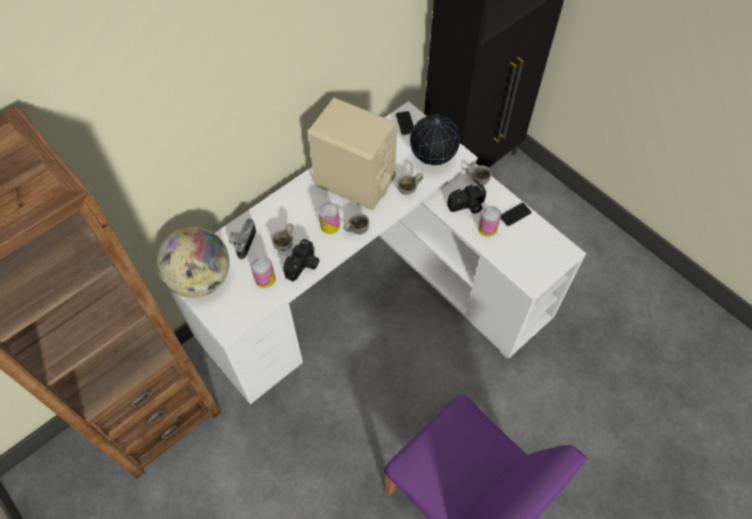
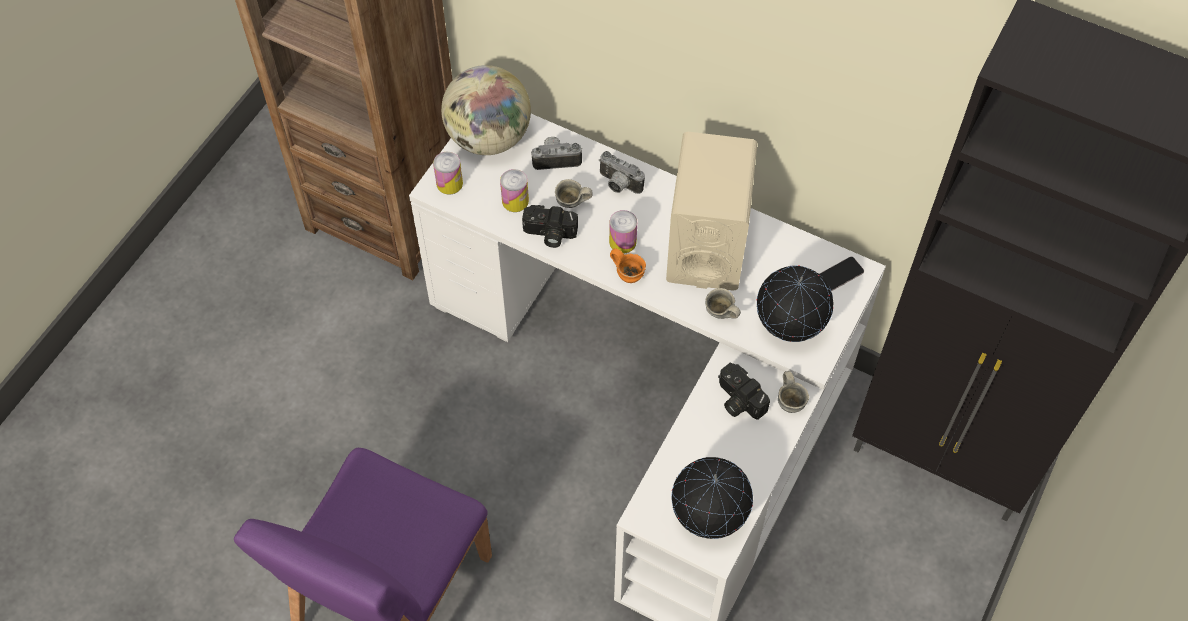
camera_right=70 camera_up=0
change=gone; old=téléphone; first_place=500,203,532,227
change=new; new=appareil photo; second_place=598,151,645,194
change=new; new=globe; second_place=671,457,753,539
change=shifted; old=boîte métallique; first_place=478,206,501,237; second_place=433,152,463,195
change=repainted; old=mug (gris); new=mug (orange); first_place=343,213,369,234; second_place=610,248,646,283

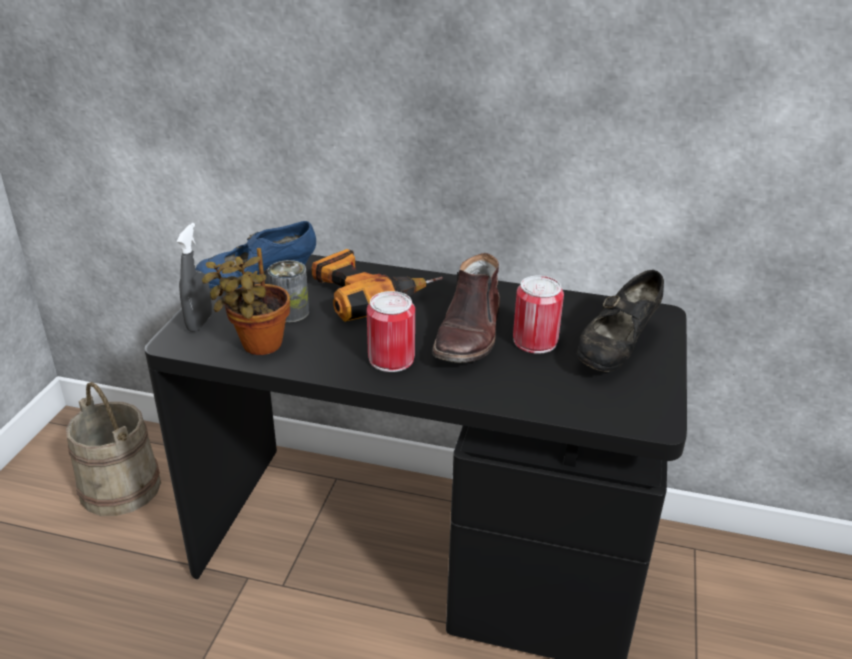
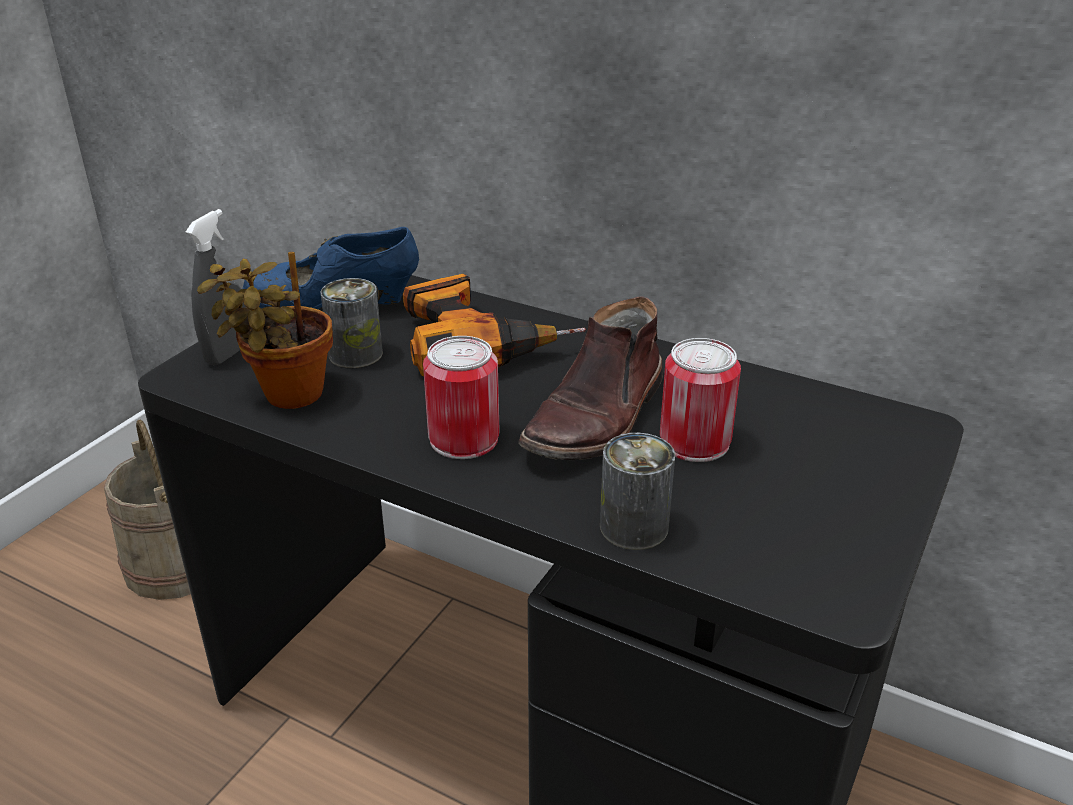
camera_right=15 camera_up=0
change=gone; old=chaussure (noir); first_place=577,270,664,372
change=new; new=boîte métallique; second_place=600,433,675,550

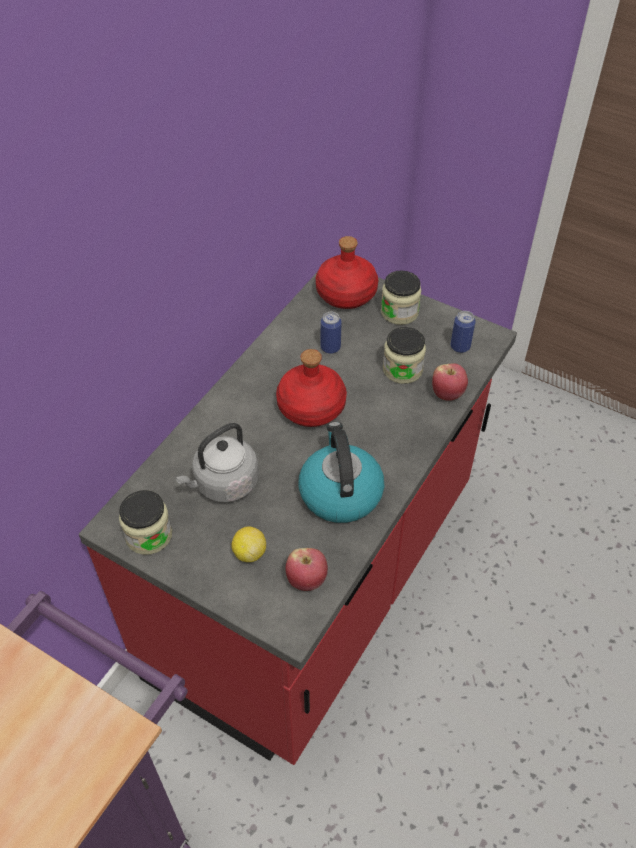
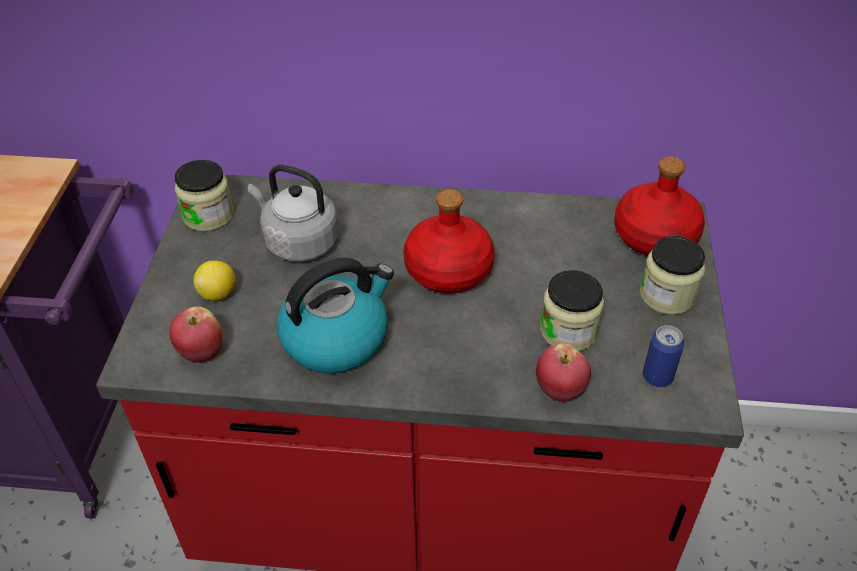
camera_right=65 camera_up=-5
change=gone; old=boîte métallique; first_place=321,312,342,354

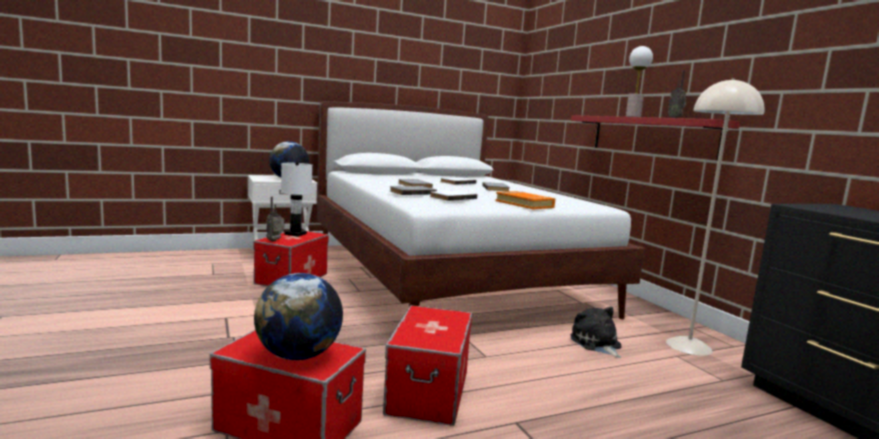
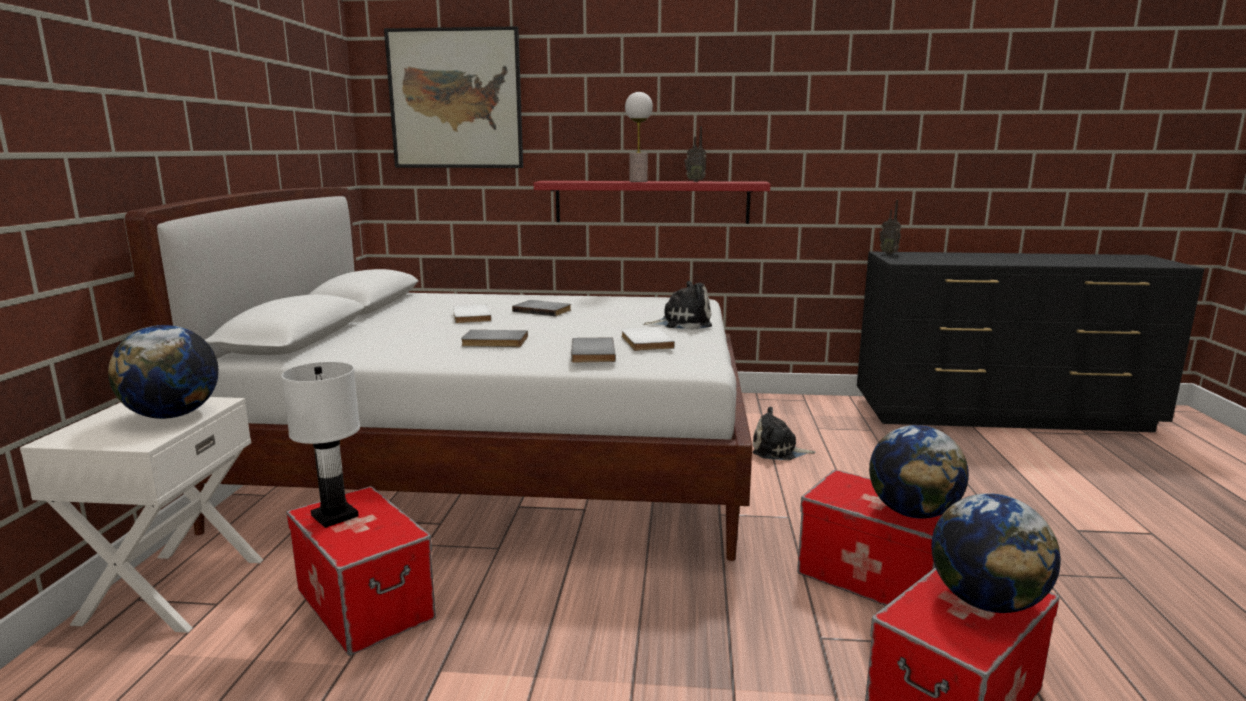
camera_right=-60 camera_up=5
change=gone; old=lampadaire (beige); first_place=666,78,764,356
change=new; new=tableau; second_place=384,26,523,168
change=new; new=globe; second_place=869,425,969,519
change=shifted; old=radio; first_place=266,197,284,242; second_place=879,200,901,255
change=swapped; old=livre (orange); new=peluche; first_place=496,191,555,210; second_place=643,281,712,330

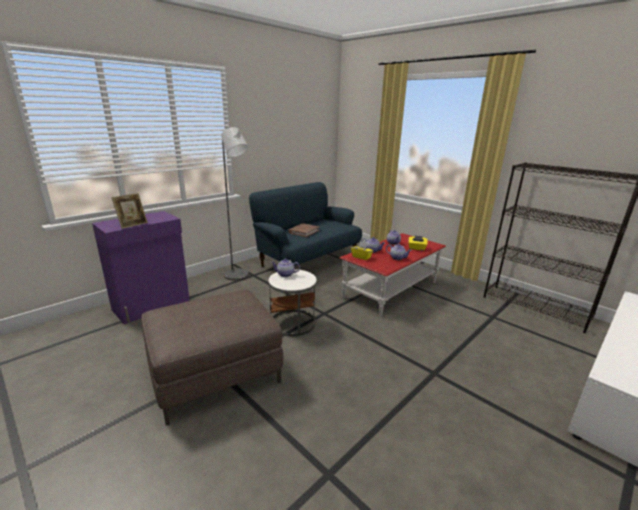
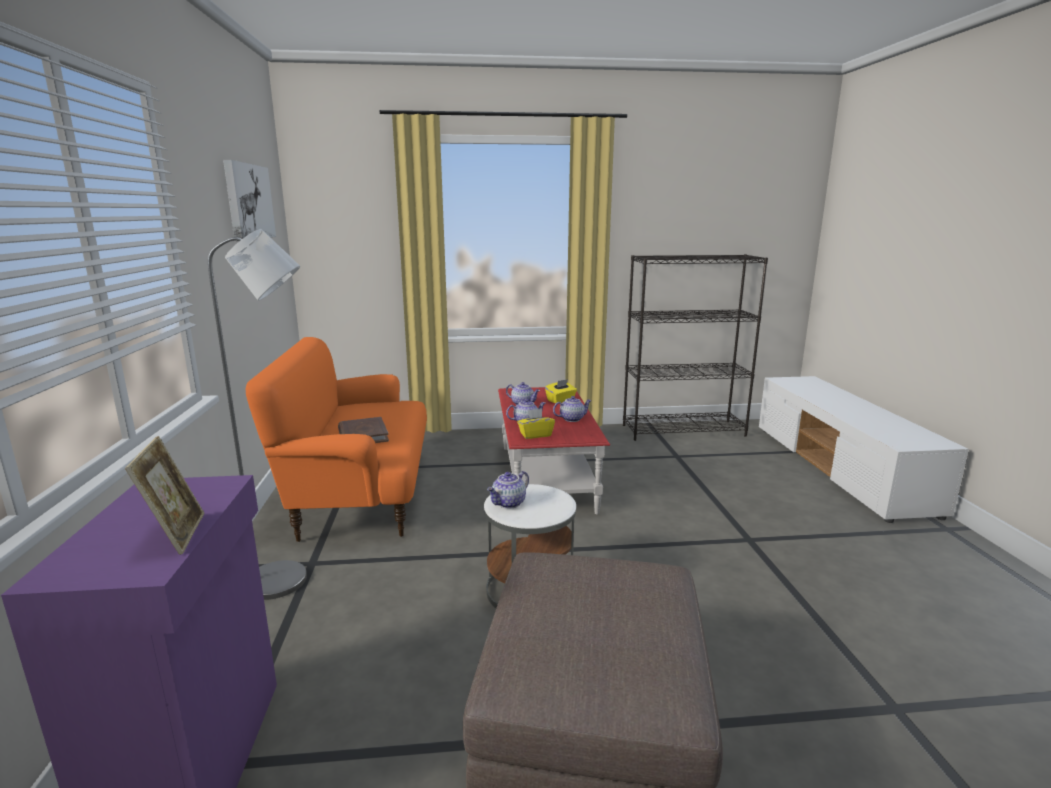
camera_right=-50 camera_up=-5
change=new; new=tableau; second_place=223,160,276,242
change=repainted; old=canapé (bleu); new=canapé (orange); first_place=249,182,362,267; second_place=246,337,427,542

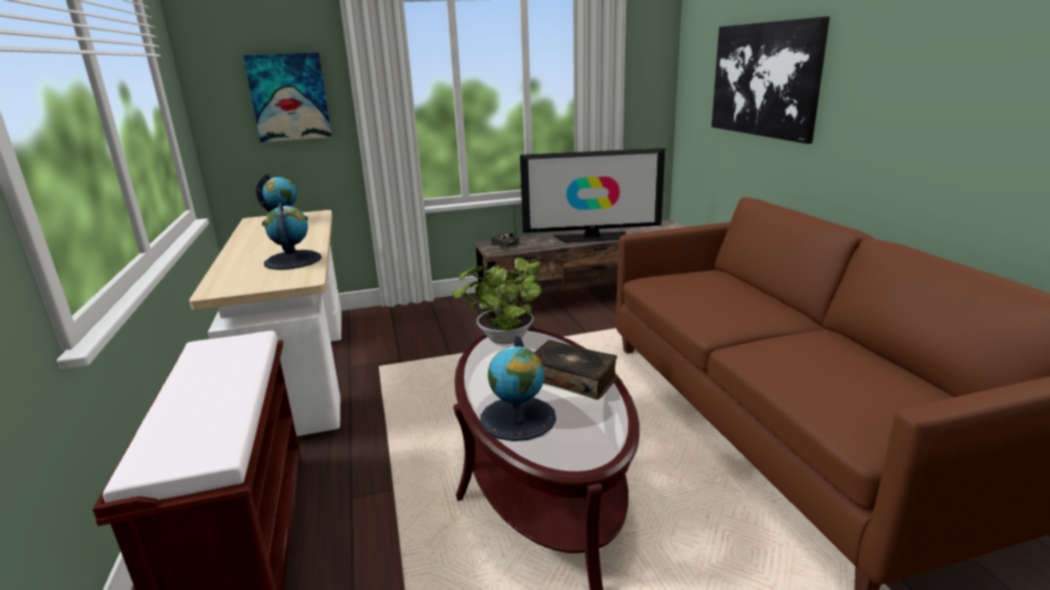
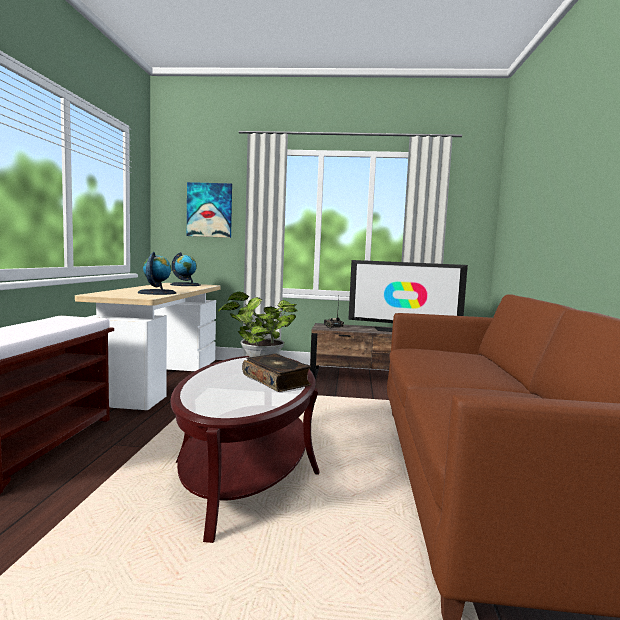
camera_right=20 camera_up=-15
change=gone; old=globe; first_place=480,336,556,441
change=gone; old=tableau; first_place=711,16,830,144

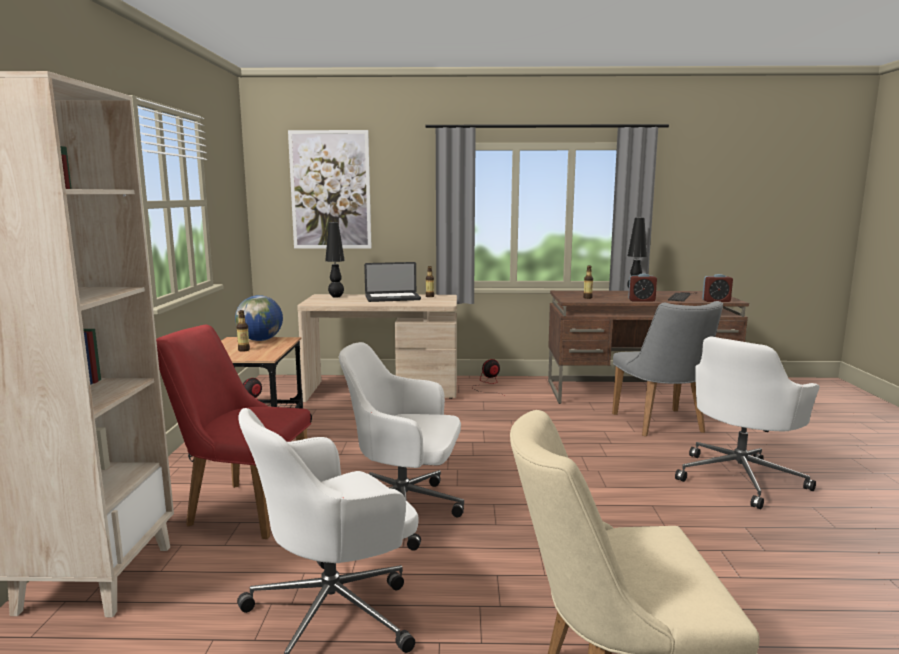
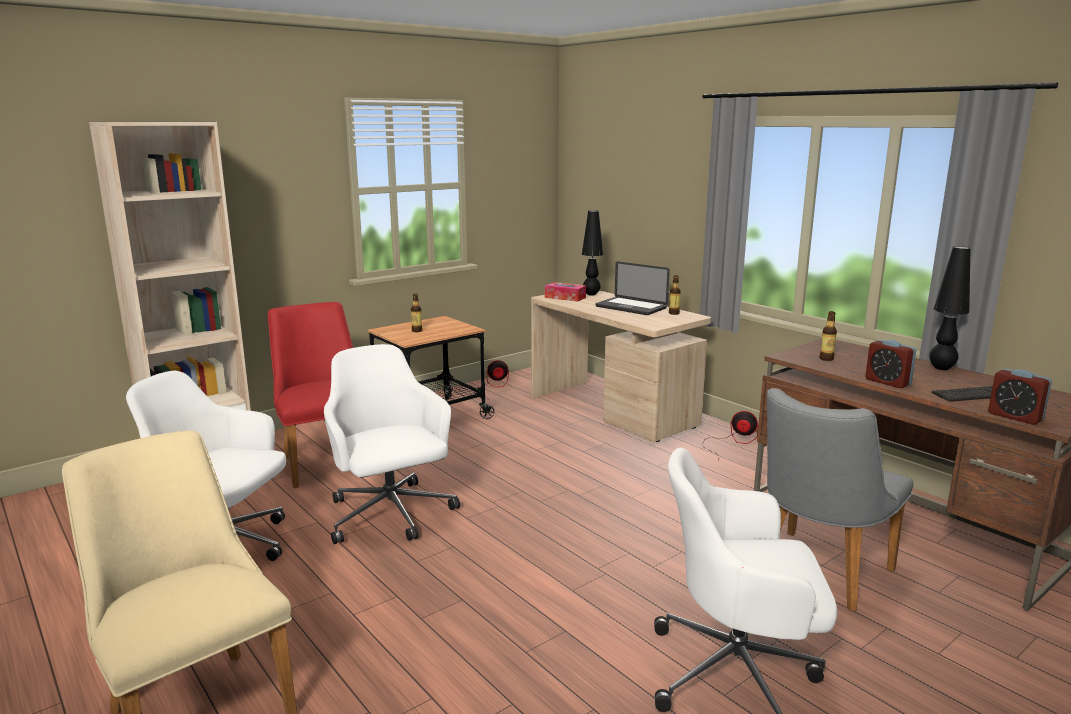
camera_right=50 camera_up=5
change=gone; old=globe; first_place=235,295,283,341
change=gone; old=tableau; first_place=288,130,372,249
change=new; new=boîte à mouchoirs; second_place=545,282,586,302

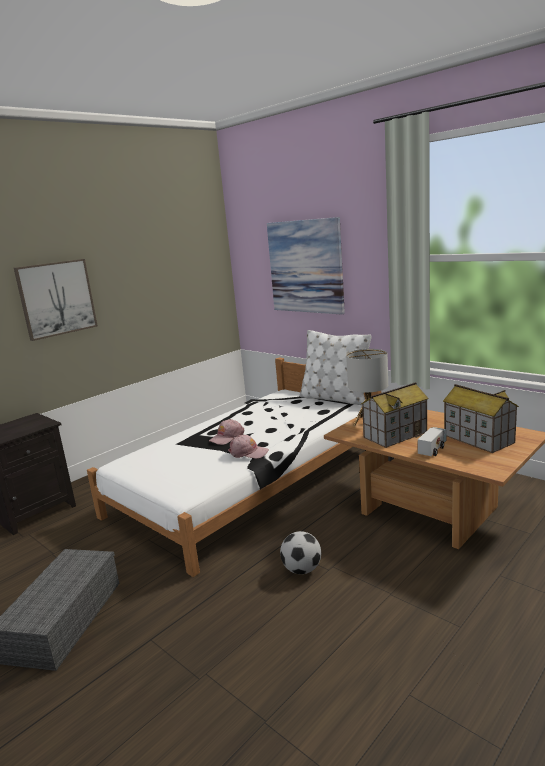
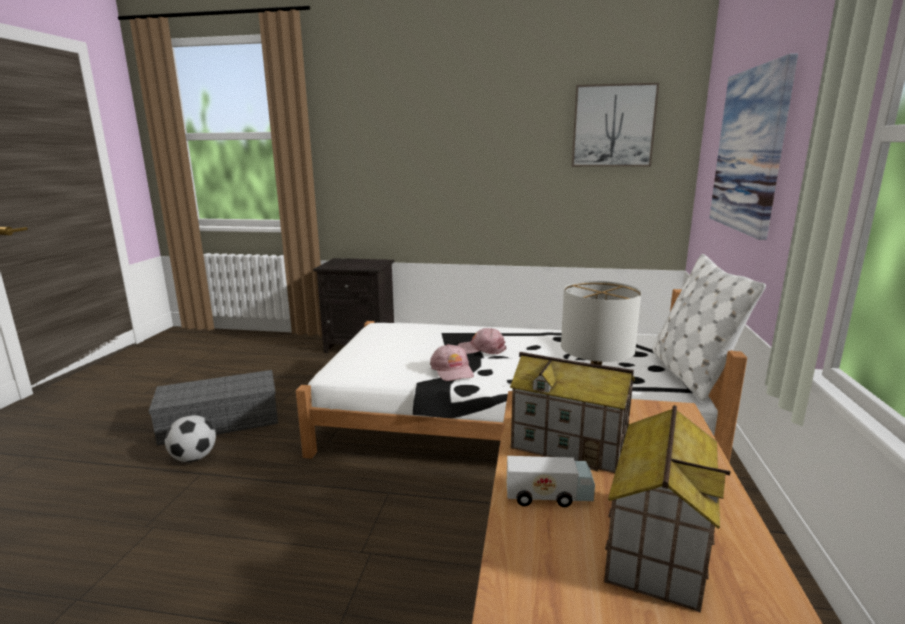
camera_right=55 camera_up=0
change=shifted; old=tableau; first_place=14,259,98,341; second_place=572,83,659,167
change=shifted; old=ballon de foot; first_place=280,531,321,574; second_place=165,415,216,462

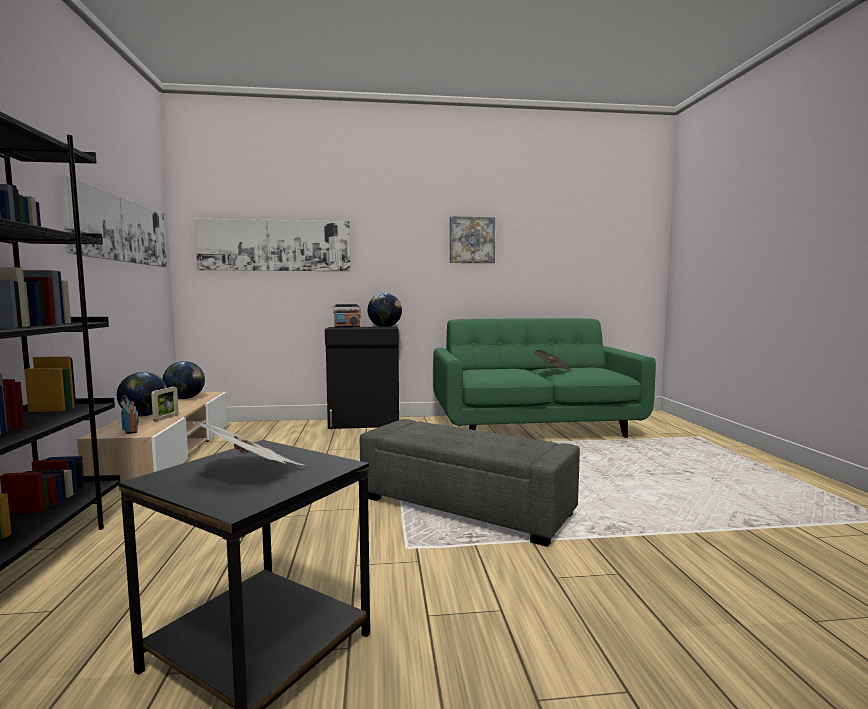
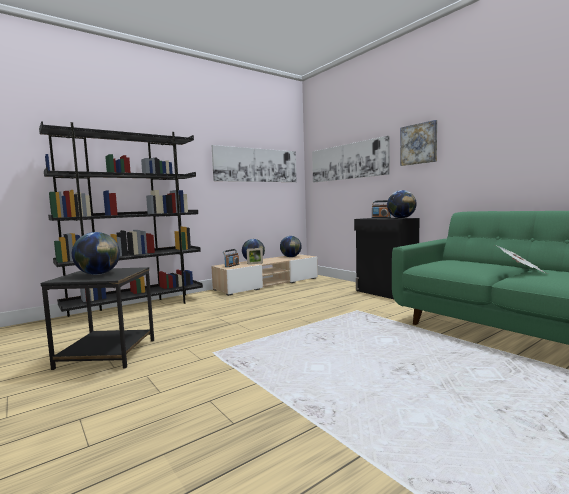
camera_right=60 camera_up=0
change=gone; old=pouf (gris); first_place=360,419,580,547
change=shifted; old=tableau; first_place=450,216,495,263; second_place=400,120,437,166
change=swapped; old=journal; new=globe; first_place=190,422,304,465; second_place=72,232,120,275

